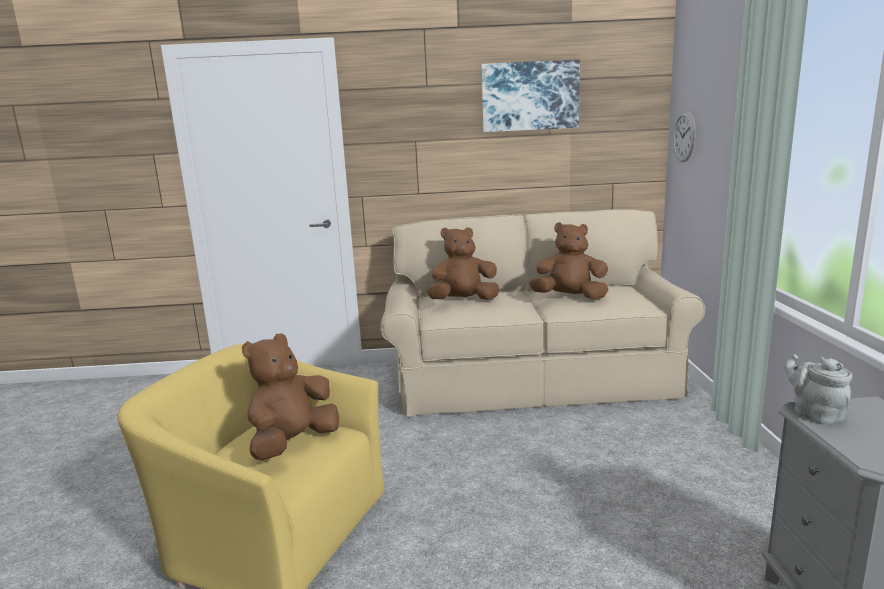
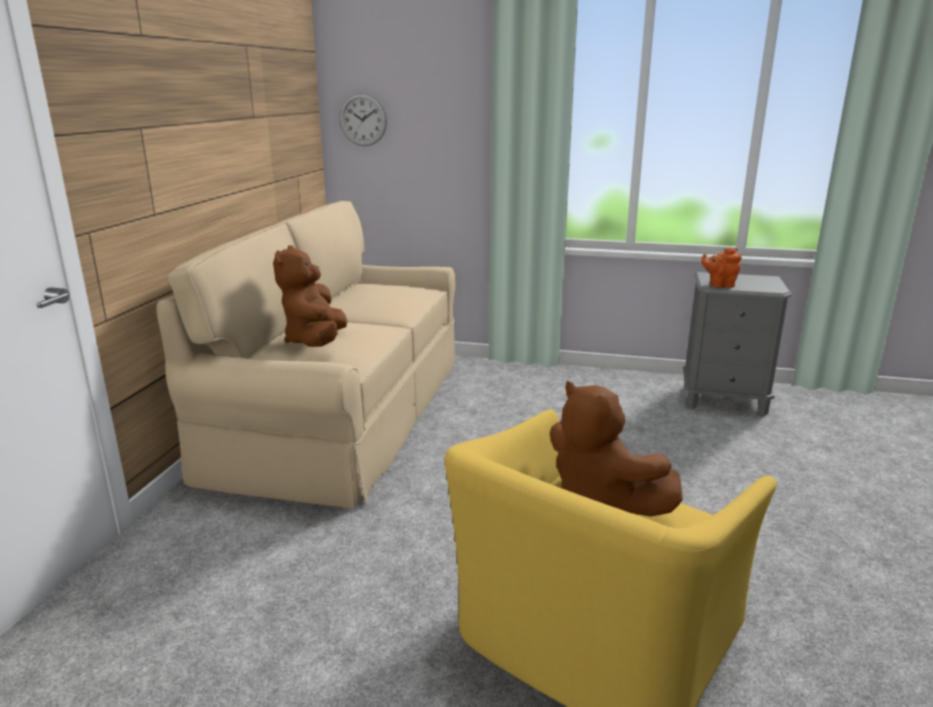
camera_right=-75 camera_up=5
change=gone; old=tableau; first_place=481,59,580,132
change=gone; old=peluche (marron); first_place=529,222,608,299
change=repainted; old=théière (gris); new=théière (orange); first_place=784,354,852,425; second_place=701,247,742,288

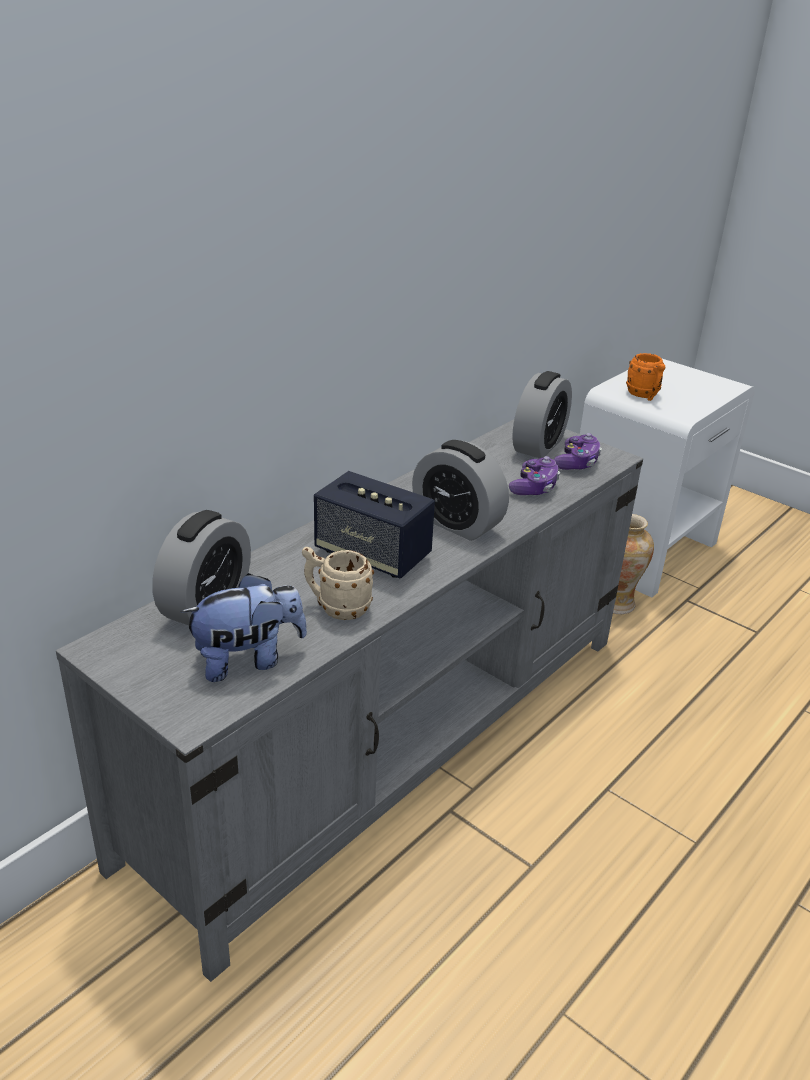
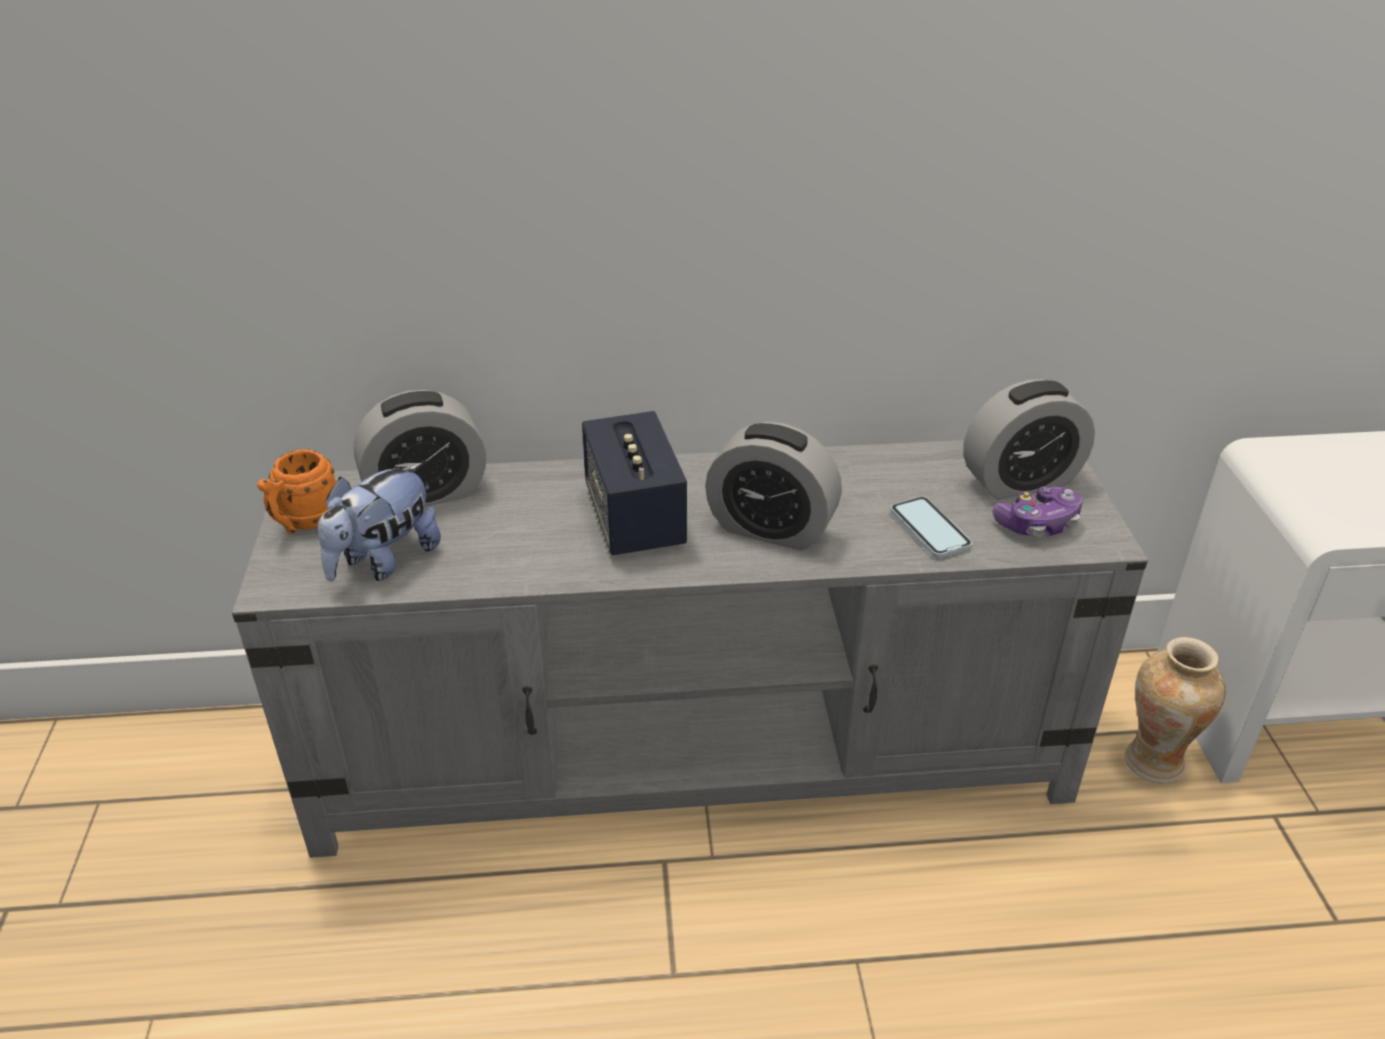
camera_right=45 camera_up=5
change=gone; old=mug (beige); first_place=302,547,374,620
change=shifted; old=mug (orange); first_place=626,353,665,401; second_place=257,449,336,534
change=swapped; old=manette; new=téléphone; first_place=509,456,560,495; second_place=890,496,972,558
change=rotated; old=peluche; first_place=181,573,307,682; second_place=318,463,441,581; degrees=105
change=rotated; old=réveil; first_place=412,440,509,541; second_place=705,422,842,551; degrees=-60

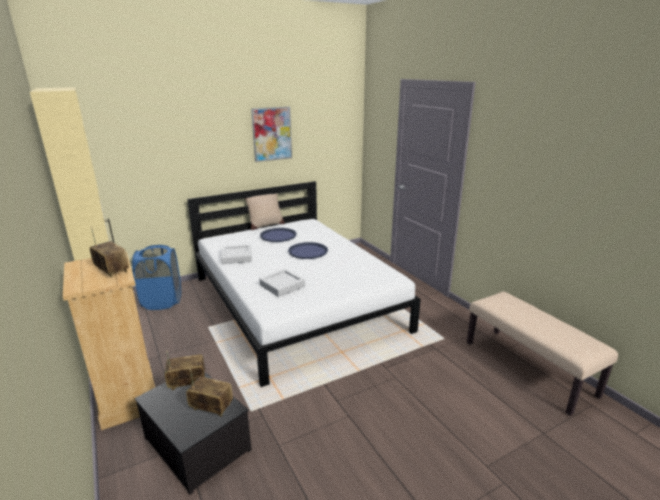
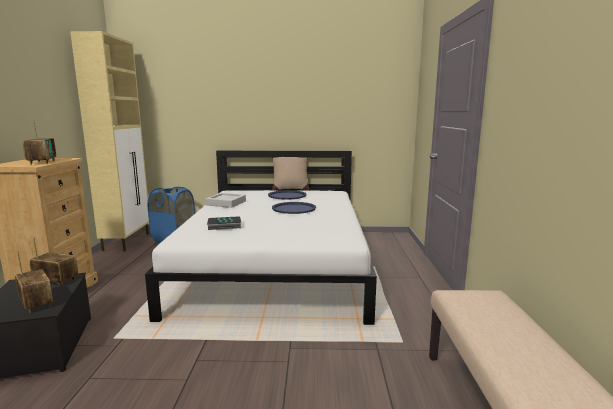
camera_right=30 camera_up=-10
change=gone; old=tableau; first_place=251,107,292,162
change=swapped; old=plateau (gris); new=livre; first_place=259,269,305,297; second_place=207,216,241,230

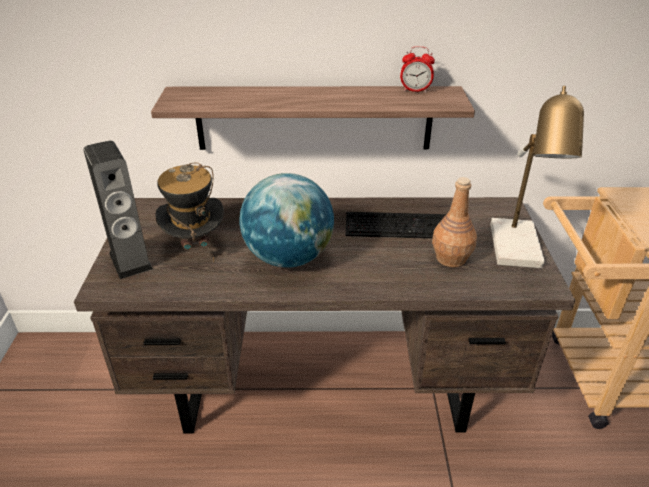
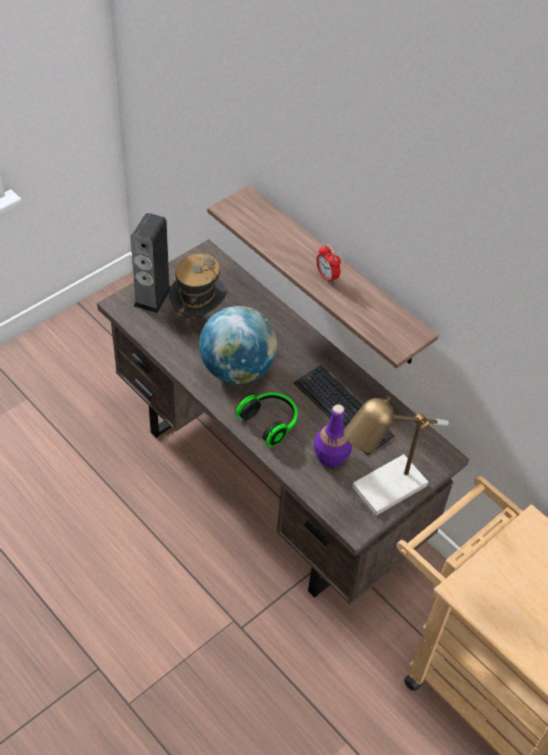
camera_right=45 camera_up=15
change=new; new=casque audio; second_place=235,393,298,447
change=shifted; old=réveil; first_place=400,46,435,92; second_place=316,245,341,284
change=repainted; old=bouteille (marron); new=bouteille (violet); first_place=432,177,477,267; second_place=314,404,352,468

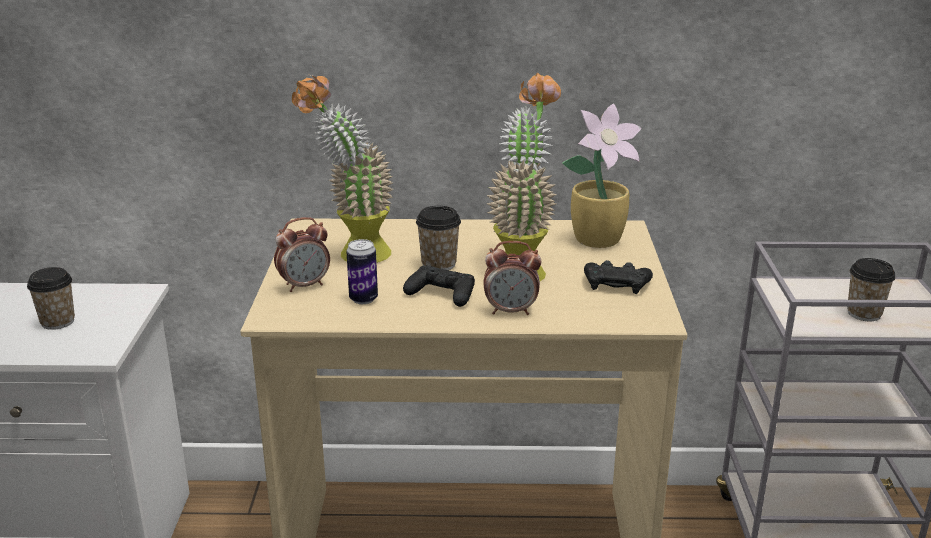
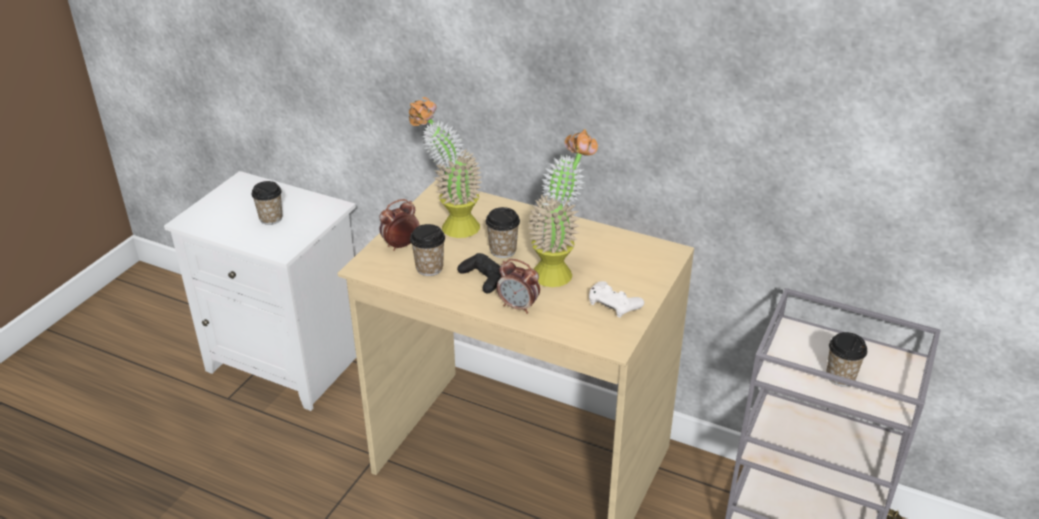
camera_right=25 camera_up=10
change=gone; old=plante en pot; first_place=562,103,642,248
change=swapped; old=boîte métallique; new=tasse; first_place=346,239,378,304; second_place=410,224,445,276
change=repainted; old=manette (noir); new=manette (blanc); first_place=584,260,653,294; second_place=589,281,644,318
change=rotated; old=réveil; first_place=274,217,330,292; second_place=379,199,420,251; degrees=150

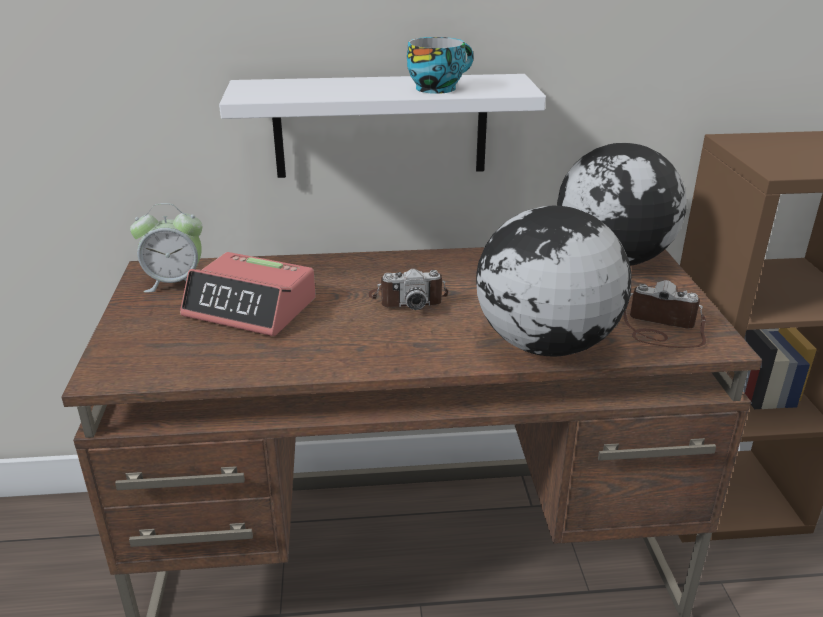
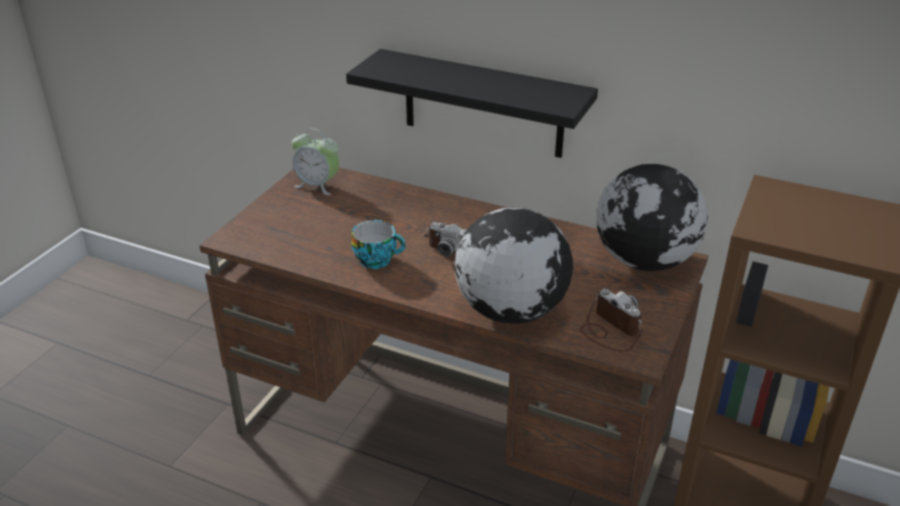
camera_right=30 camera_up=5
change=gone; old=réveil; first_place=180,252,316,336
change=shifted; old=tasse; first_place=407,37,474,94; second_place=351,220,406,269
change=repainted; old=étagère (blanc); new=étagère (noir); first_place=219,74,546,178; second_place=346,49,598,158

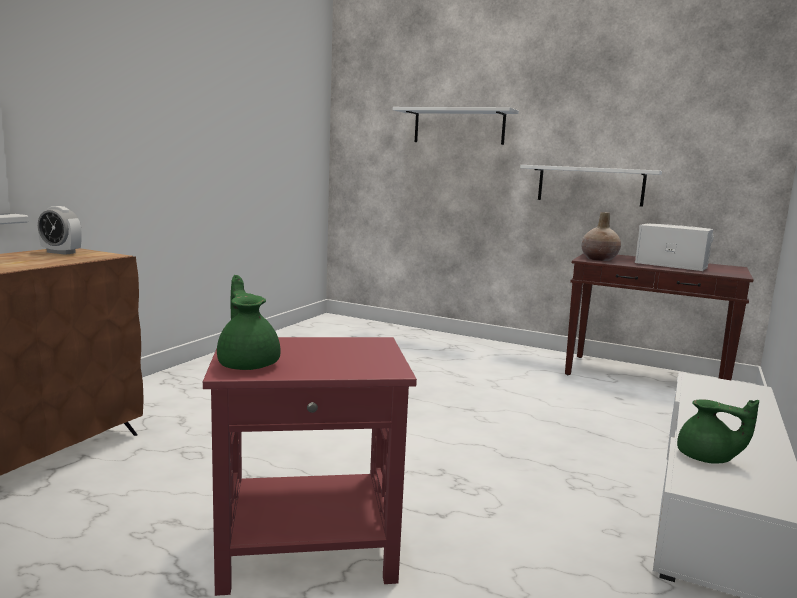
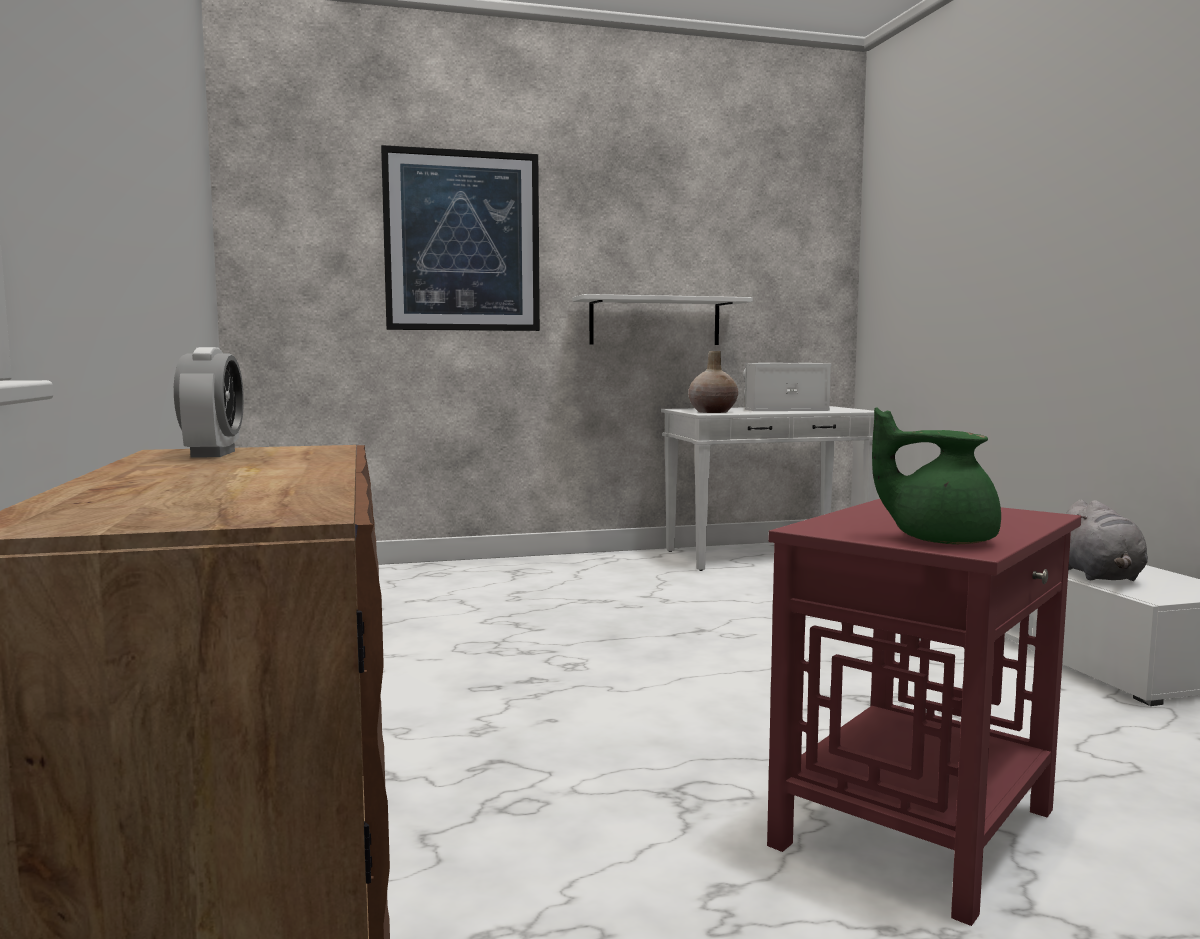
camera_right=-40 camera_up=-5
change=swapped; old=étagère (blanc); new=tableau; first_place=393,107,519,145; second_place=381,145,540,331
change=swapped; old=théière (vert); new=peluche (gris); first_place=677,399,759,464; second_place=1066,500,1148,581
change=repainted; old=table console (marron); new=table console (blanc); first_place=565,253,754,380; second_place=661,406,877,571
change=rotated; old=réveil; first_place=38,206,82,255; second_place=174,347,244,458; degrees=-75

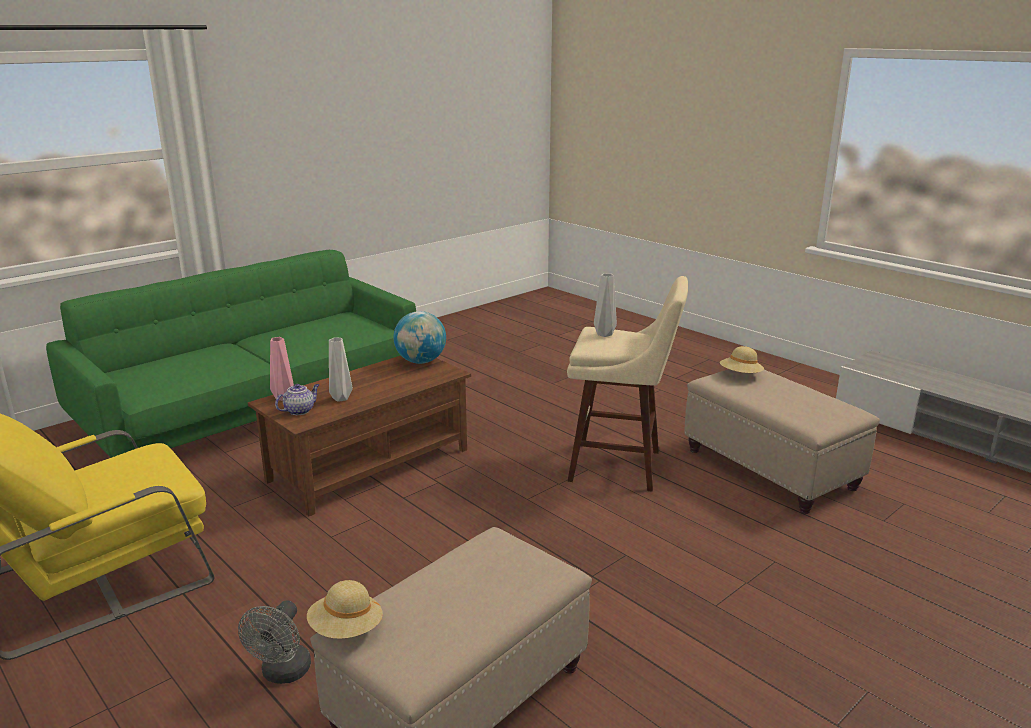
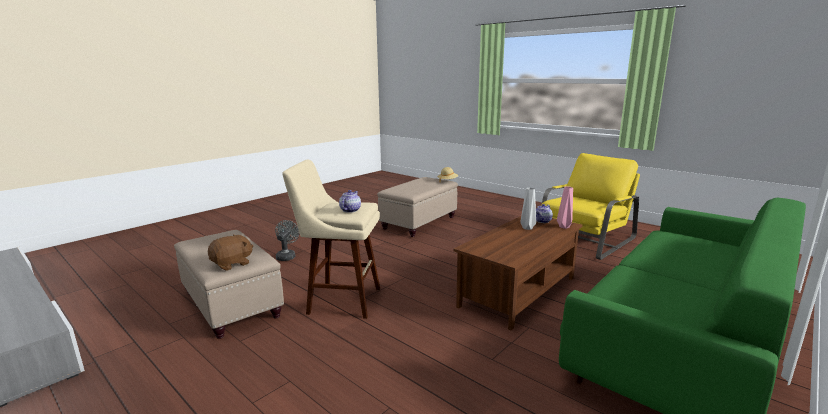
camera_right=175 camera_up=-5
change=gone; old=globe; first_place=393,311,446,364
change=shifted; old=ventilateur (gris); first_place=238,600,311,684; second_place=275,220,299,261
change=swapped; old=vase (gris); new=théière; first_place=594,273,617,337; second_place=339,190,361,213
change=swapped; old=chapeau (beige); new=peluche (marron); first_place=720,346,764,373; second_place=208,234,253,271

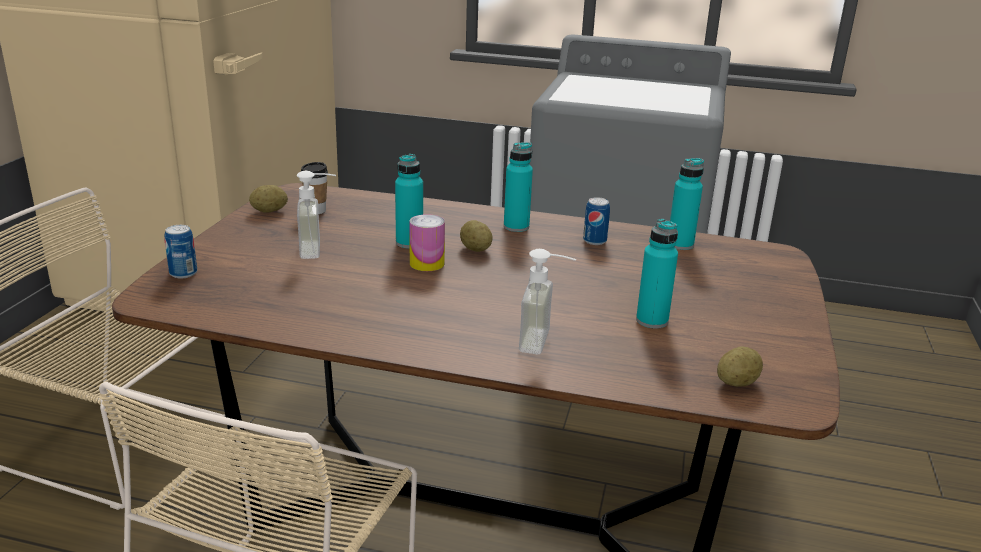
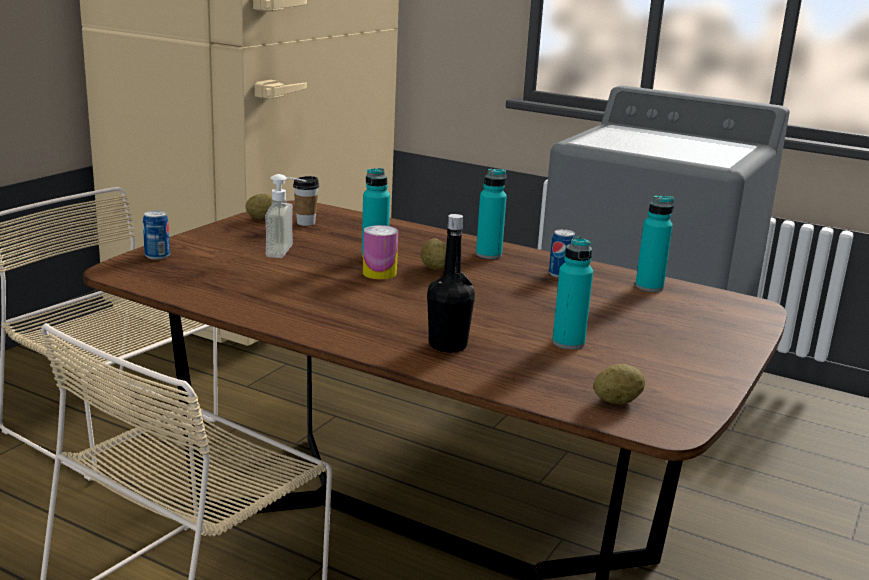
camera_right=15 camera_up=-5
change=swapped; old=distributeur de savon; new=bouteille (noir); first_place=519,249,576,354; second_place=427,214,475,353

